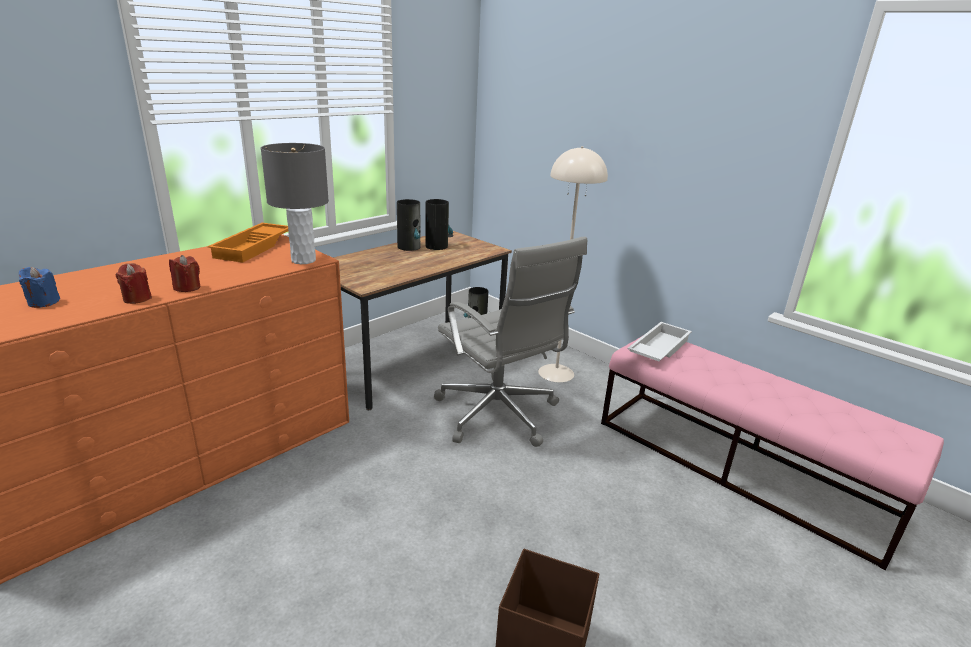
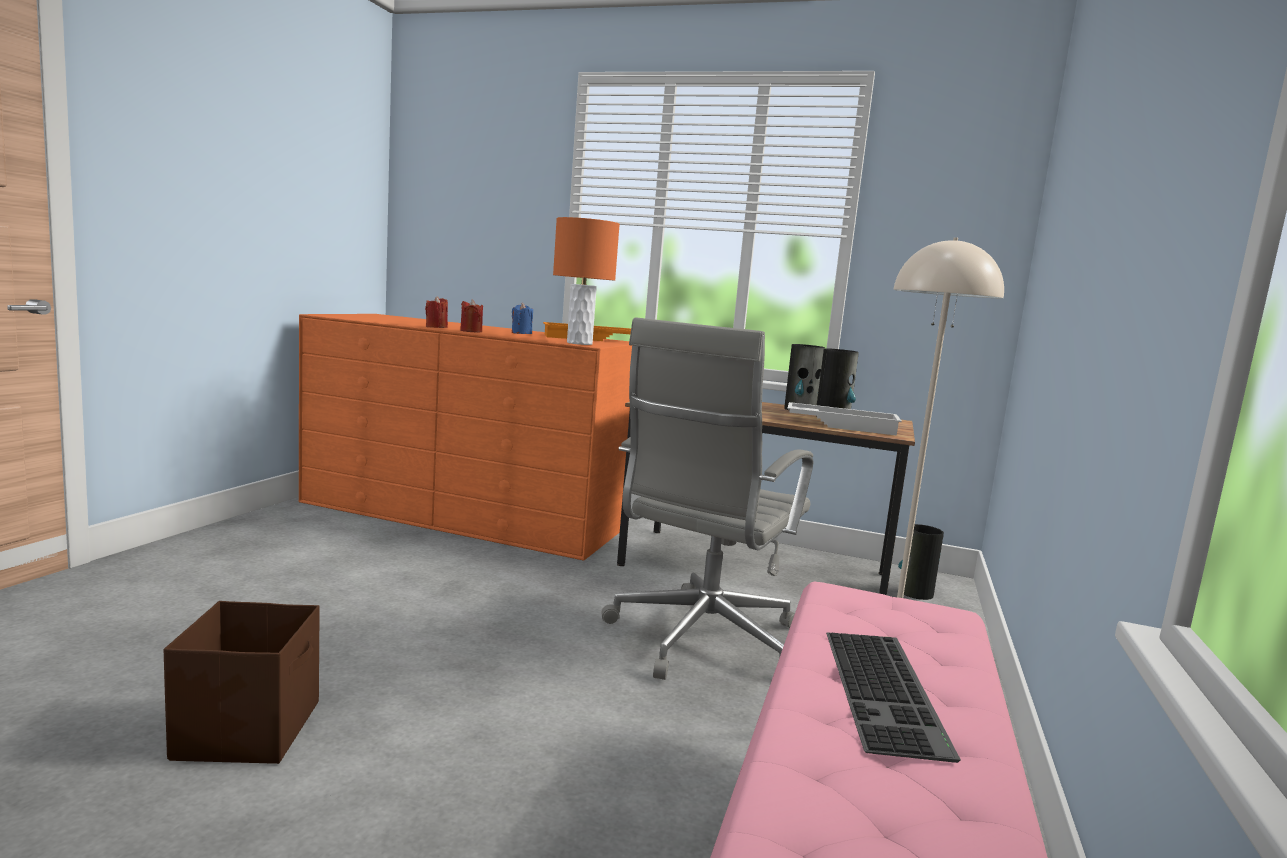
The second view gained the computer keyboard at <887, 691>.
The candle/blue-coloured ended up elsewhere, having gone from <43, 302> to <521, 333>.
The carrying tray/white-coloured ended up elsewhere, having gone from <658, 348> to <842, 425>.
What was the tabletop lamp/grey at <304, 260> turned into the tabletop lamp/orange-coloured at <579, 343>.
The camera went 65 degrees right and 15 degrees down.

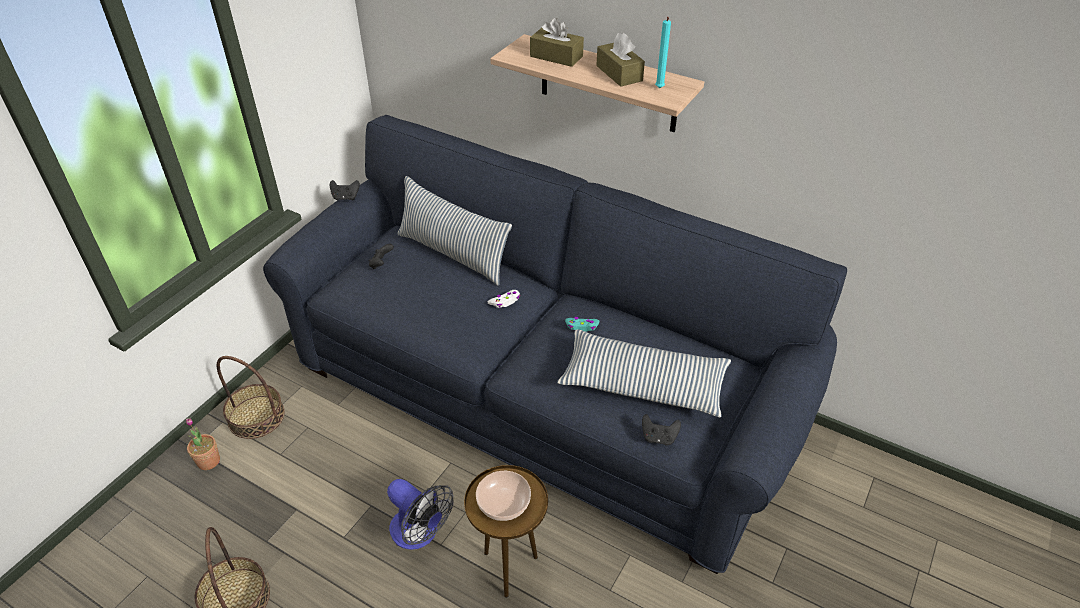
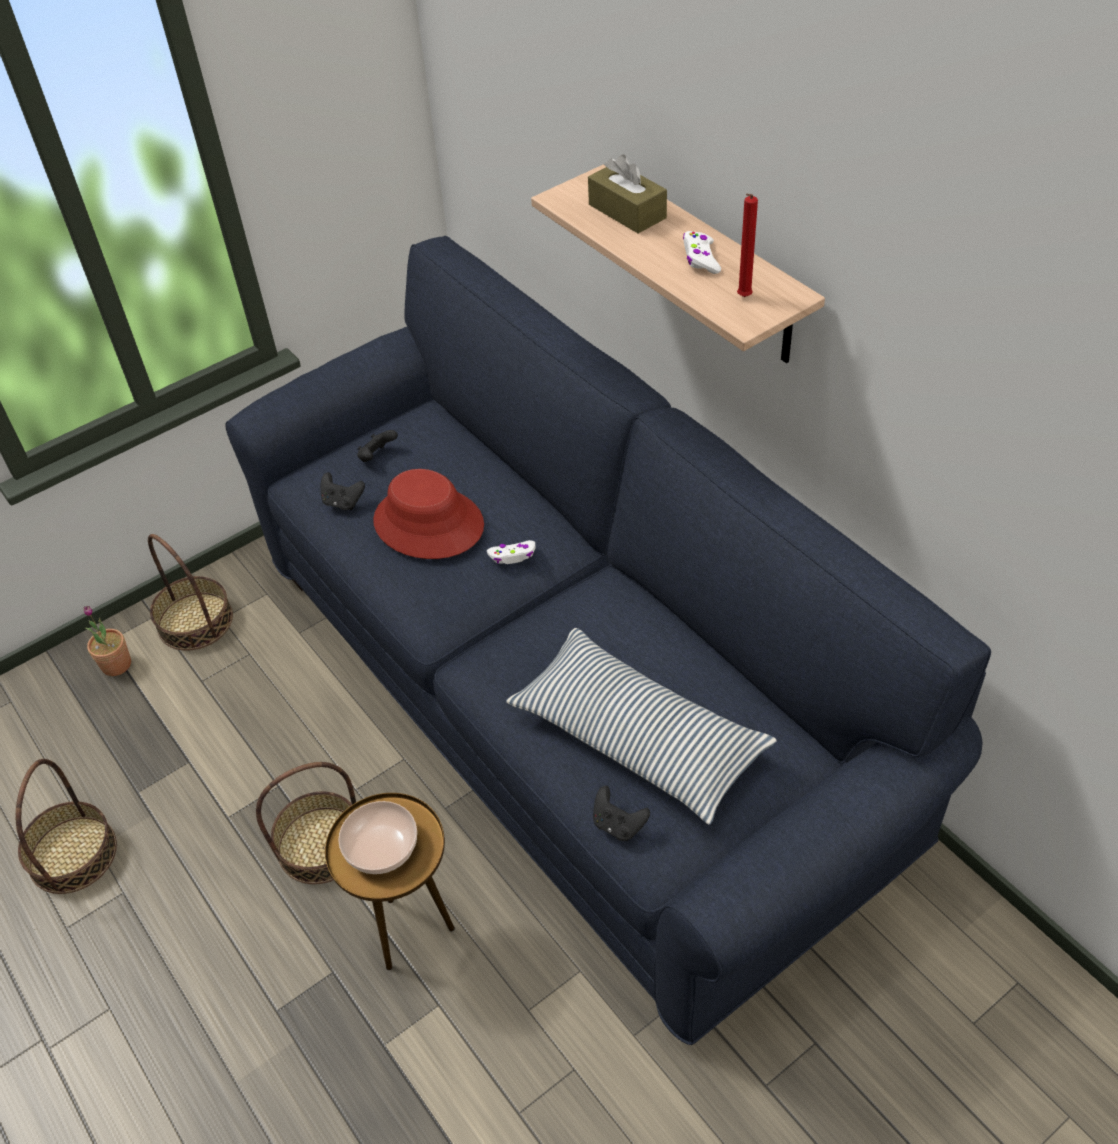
The second view lost the throw pillow at <453, 254>.
The second view lost the joypad/blue-green at <582, 327>.
The second view gained the clothing hat/red at <428, 524>.
The joypad/black-coloured ended up elsewhere, having gone from <345, 197> to <343, 502>.
Where the cooling fan stood at <420, 533>, the household basket came to stand at <321, 844>.
Where the tissue box/brown-coloured stood at <619, 73>, the joypad/white-coloured came to stand at <700, 259>.
What was the candle/blue-green at <659, 89> turned into the candle/red at <743, 298>.
The camera went 25 degrees right and 5 degrees up.

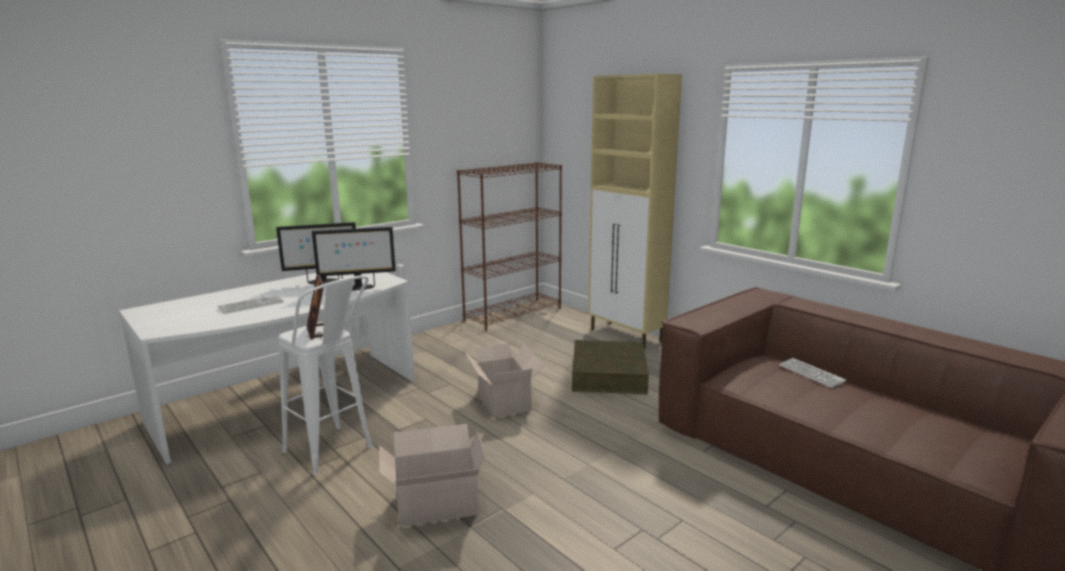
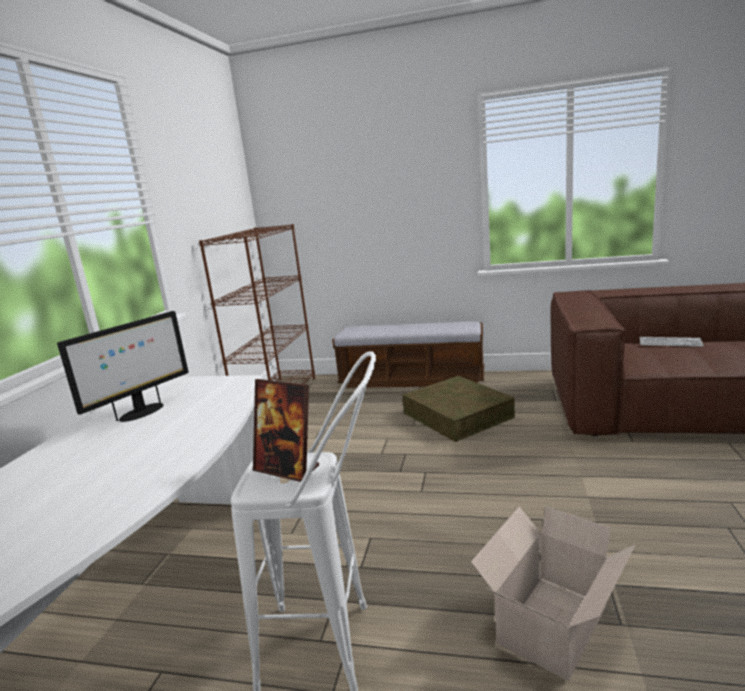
The second view lost the computer keyboard at <251, 305>.
The second view lost the computer display at <358, 288>.
The second view lost the cardboard box at <504, 400>.
Where the cupboard/beige-coloured stood at <626, 336>, the indoor bench came to stand at <412, 380>.
The camera went 35 degrees left and 0 degrees up.

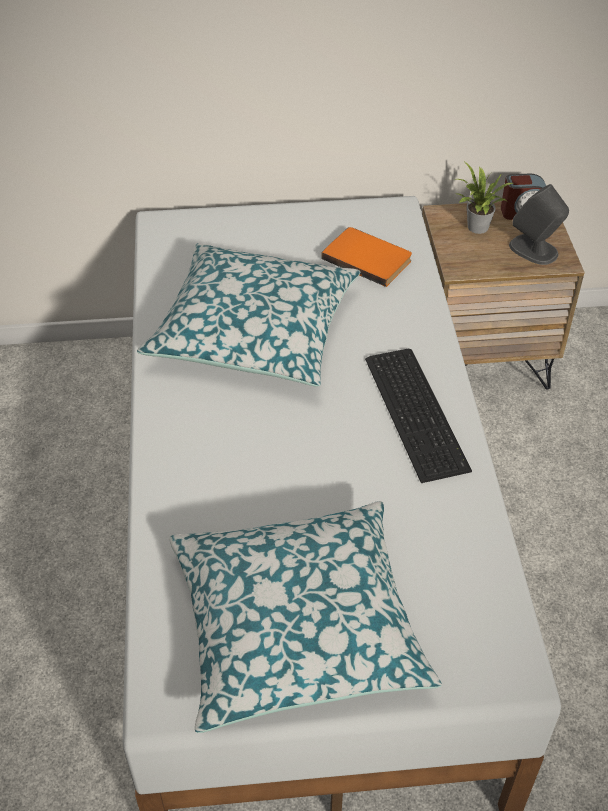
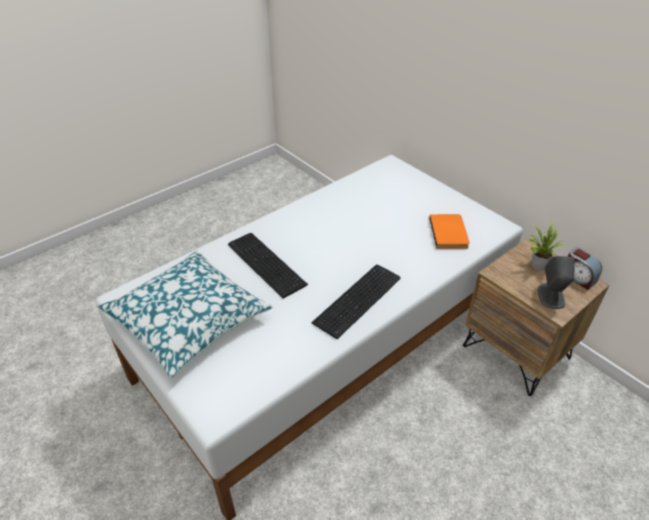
The second view lost the throw pillow at <254, 330>.
The second view gained the computer keyboard at <265, 265>.
The camera went 55 degrees right and 5 degrees down.

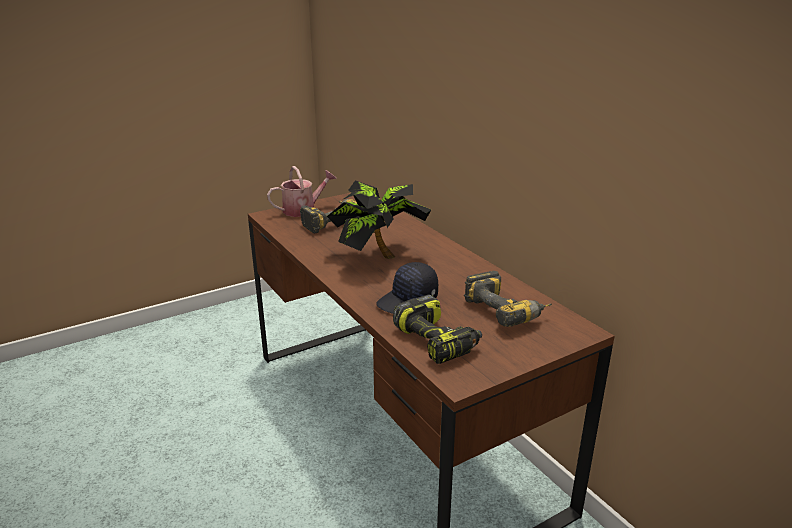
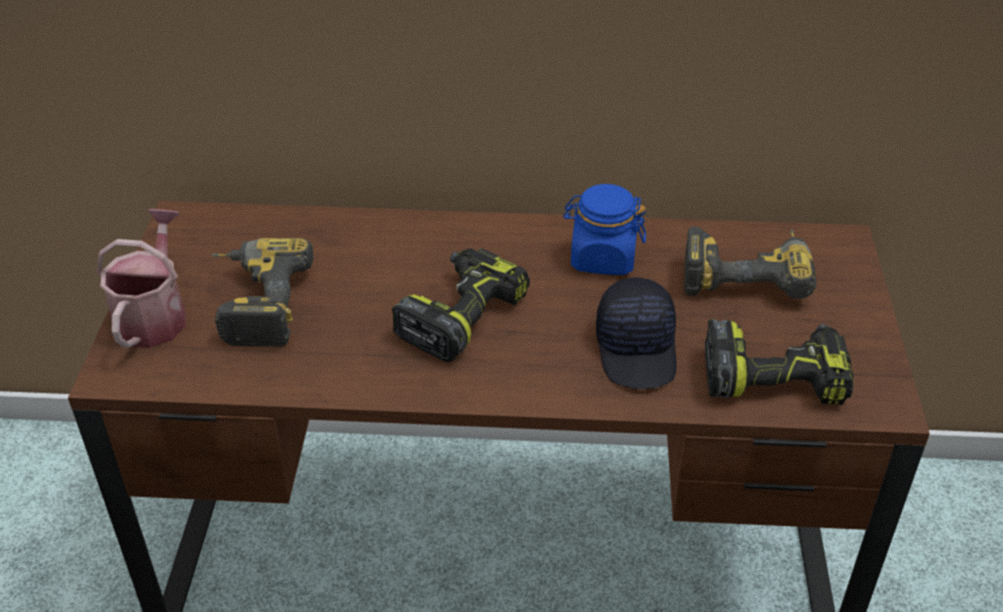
The second view gained the storage jar/blue-coloured at <602, 258>.
Where the potted plant stood at <377, 257>, the drill came to stand at <460, 315>.
The camera went 55 degrees left and 15 degrees up.

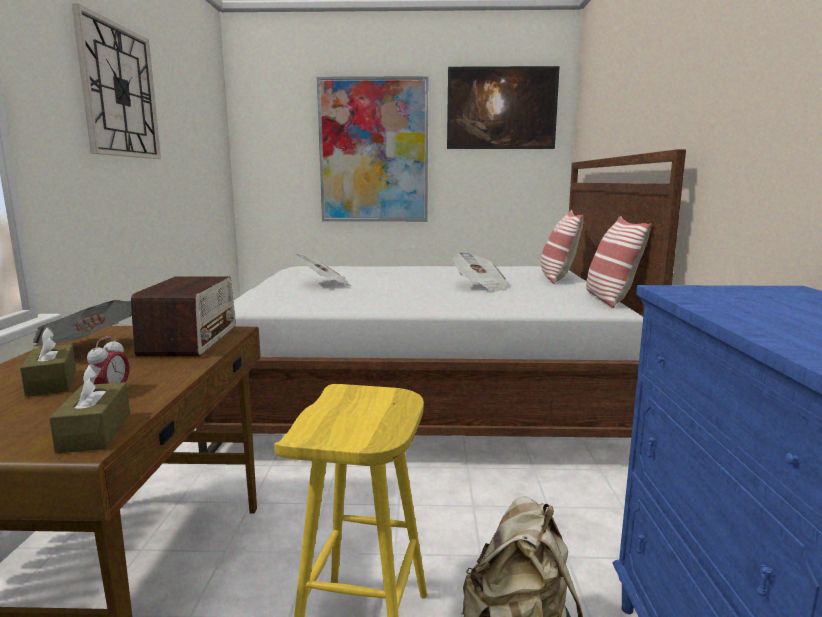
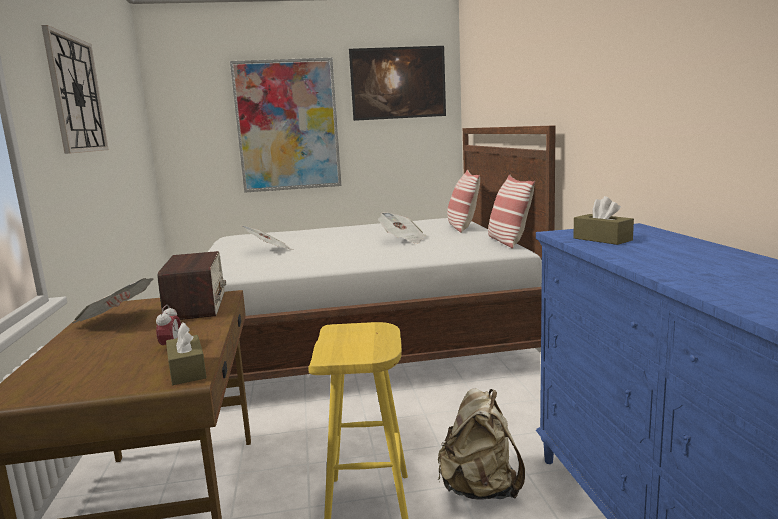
The tissue box/brown-coloured ended up elsewhere, having gone from <52, 382> to <602, 239>.
The camera went 10 degrees left and 0 degrees up.

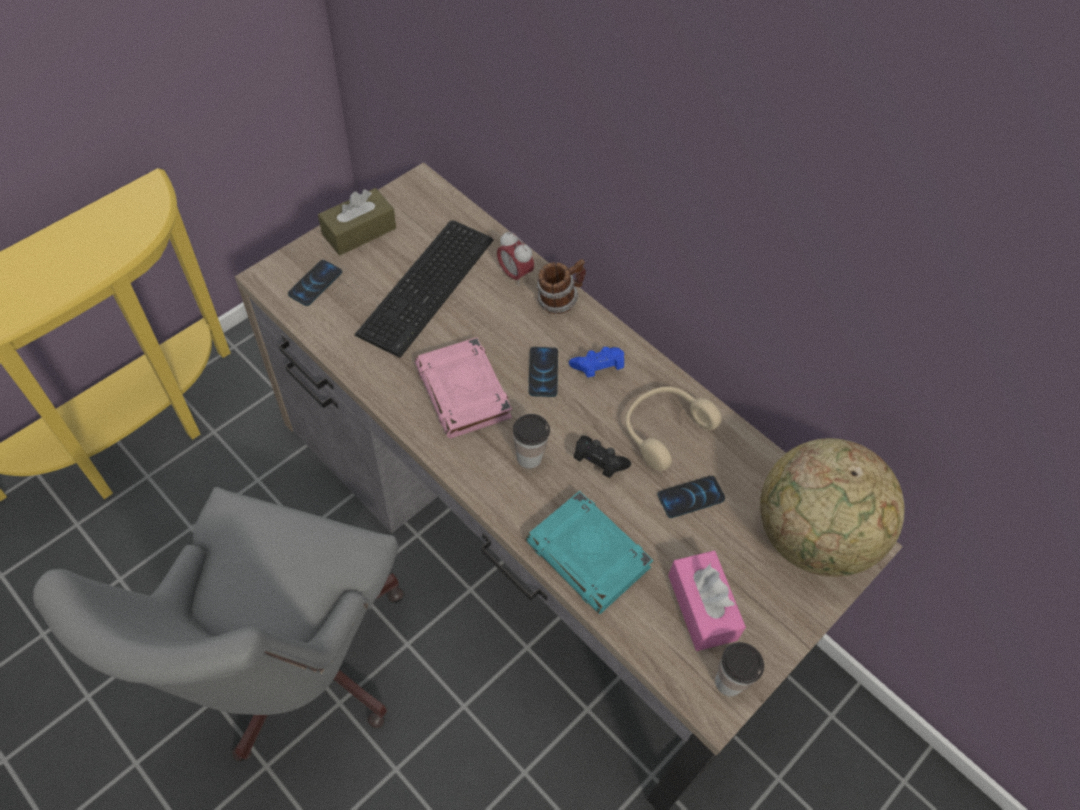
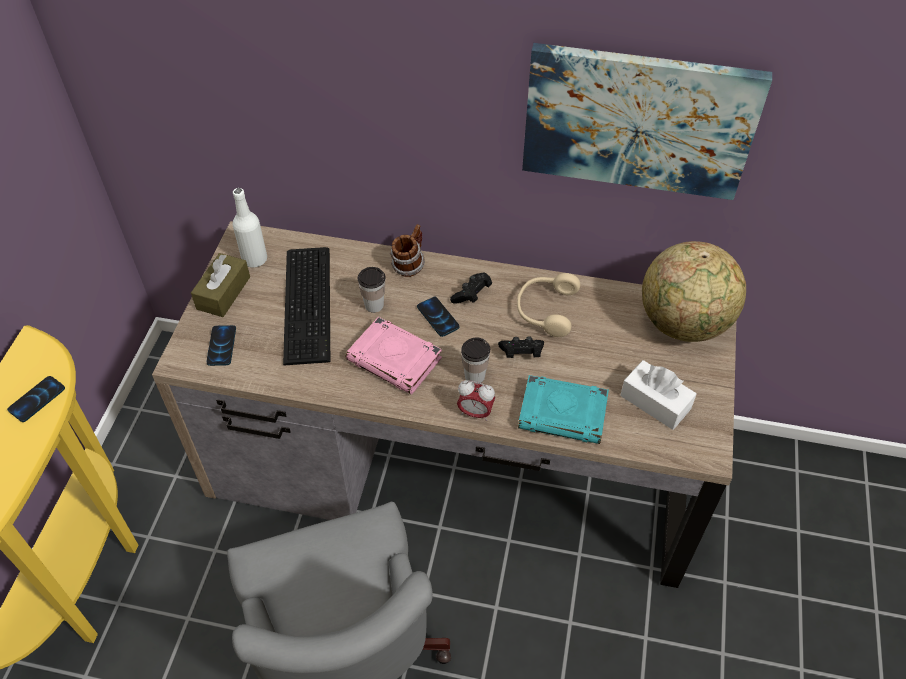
The second view gained the bottle/white-coloured at <254, 259>.
The second view gained the wall picture at <638, 120>.
The alarm clock ended up elsewhere, having gone from <514, 274> to <475, 413>.
The handset ended up elsewhere, having gone from <691, 497> to <37, 399>.
The drinking cup ended up elsewhere, having gone from <729, 682> to <374, 305>.
What was the joypad/blue-coloured at <598, 368> turned into the joypad/black-coloured at <472, 295>.
What was the tissue box/pink-coloured at <702, 607> turned into the tissue box/white-coloured at <655, 402>.
The camera went 30 degrees left and 5 degrees down.

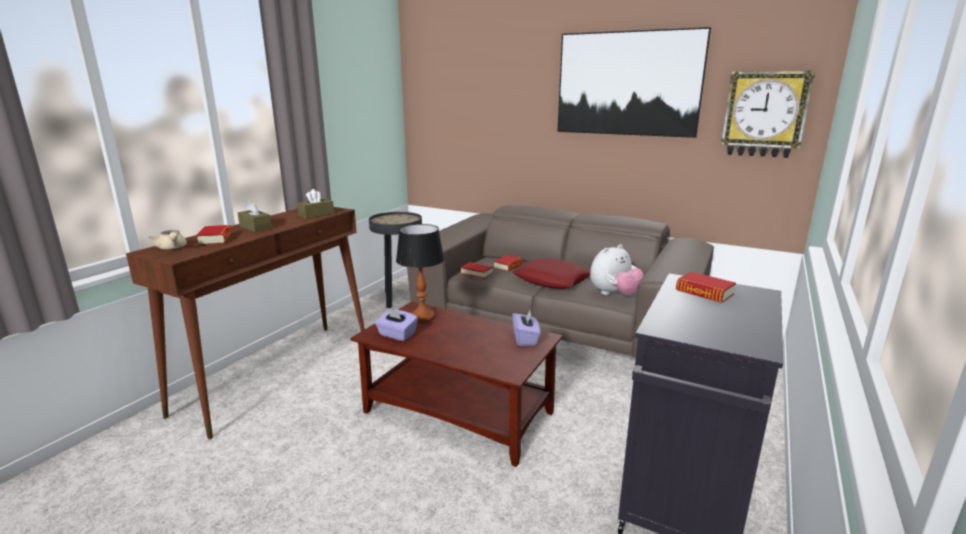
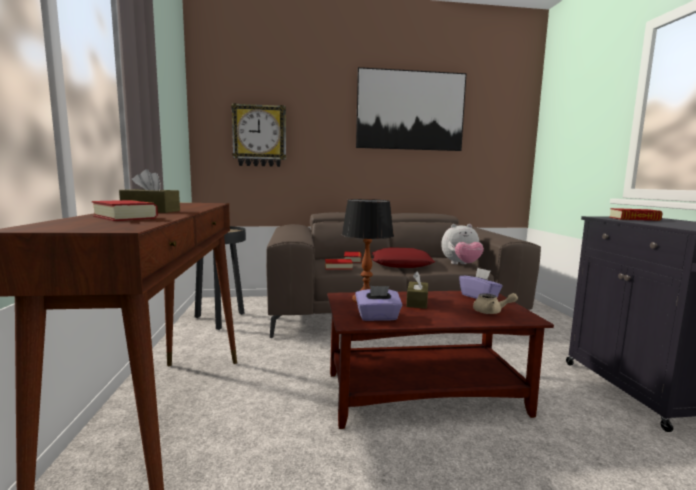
The pot for tea/beige-coloured ended up elsewhere, having gone from <172, 248> to <491, 312>.
The tissue box/brown-coloured ended up elsewhere, having gone from <316, 214> to <417, 302>.
The wall clock ended up elsewhere, having gone from <764, 114> to <259, 136>.
The plush toy at <614, 294> ended up facing another way, 60 degrees clockwise from before.
The camera went 35 degrees left and 10 degrees down.

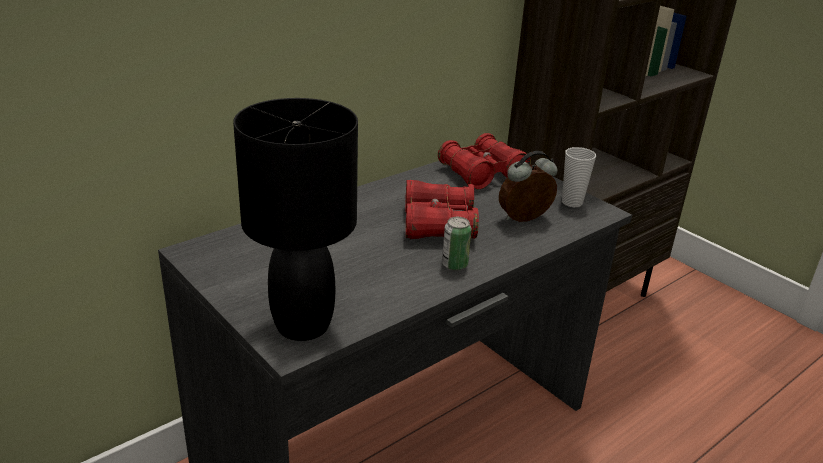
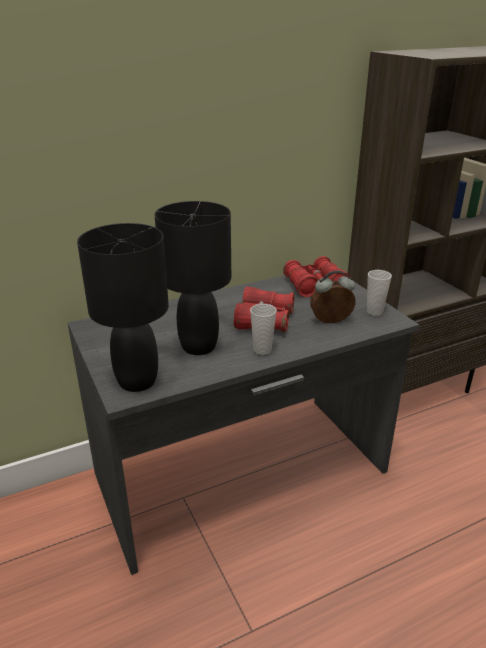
The second view gained the tabletop lamp/black-coloured at <198, 346>.
Where the sealed can stood at <454, 265>, the drinking cup came to stand at <262, 350>.
The camera went 15 degrees right and 0 degrees up.

